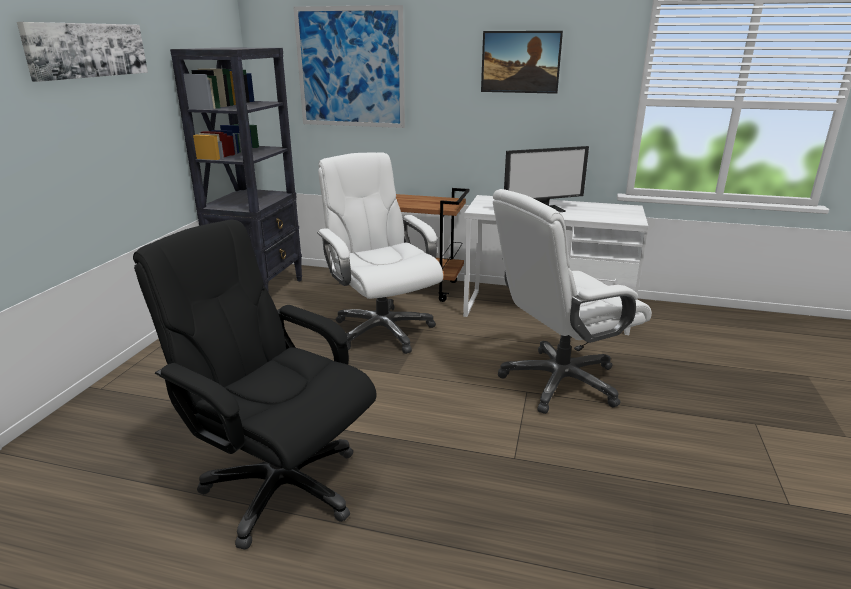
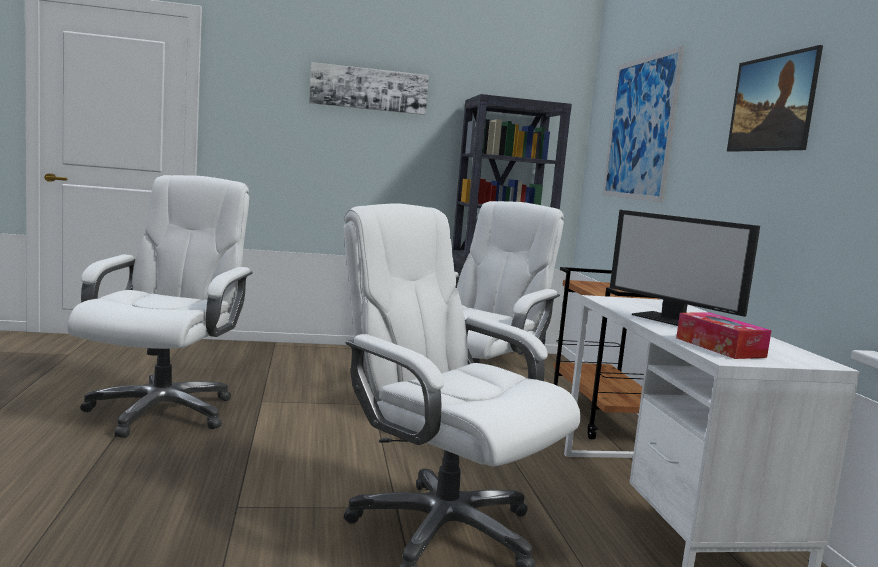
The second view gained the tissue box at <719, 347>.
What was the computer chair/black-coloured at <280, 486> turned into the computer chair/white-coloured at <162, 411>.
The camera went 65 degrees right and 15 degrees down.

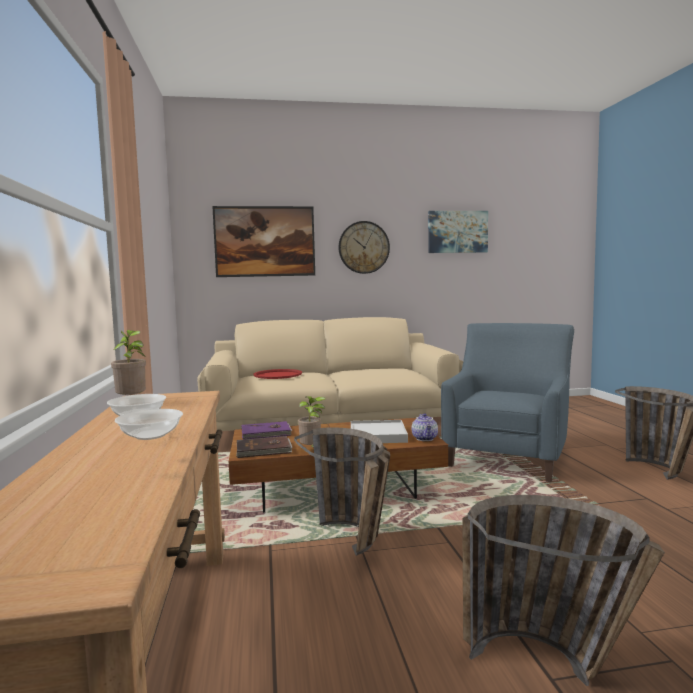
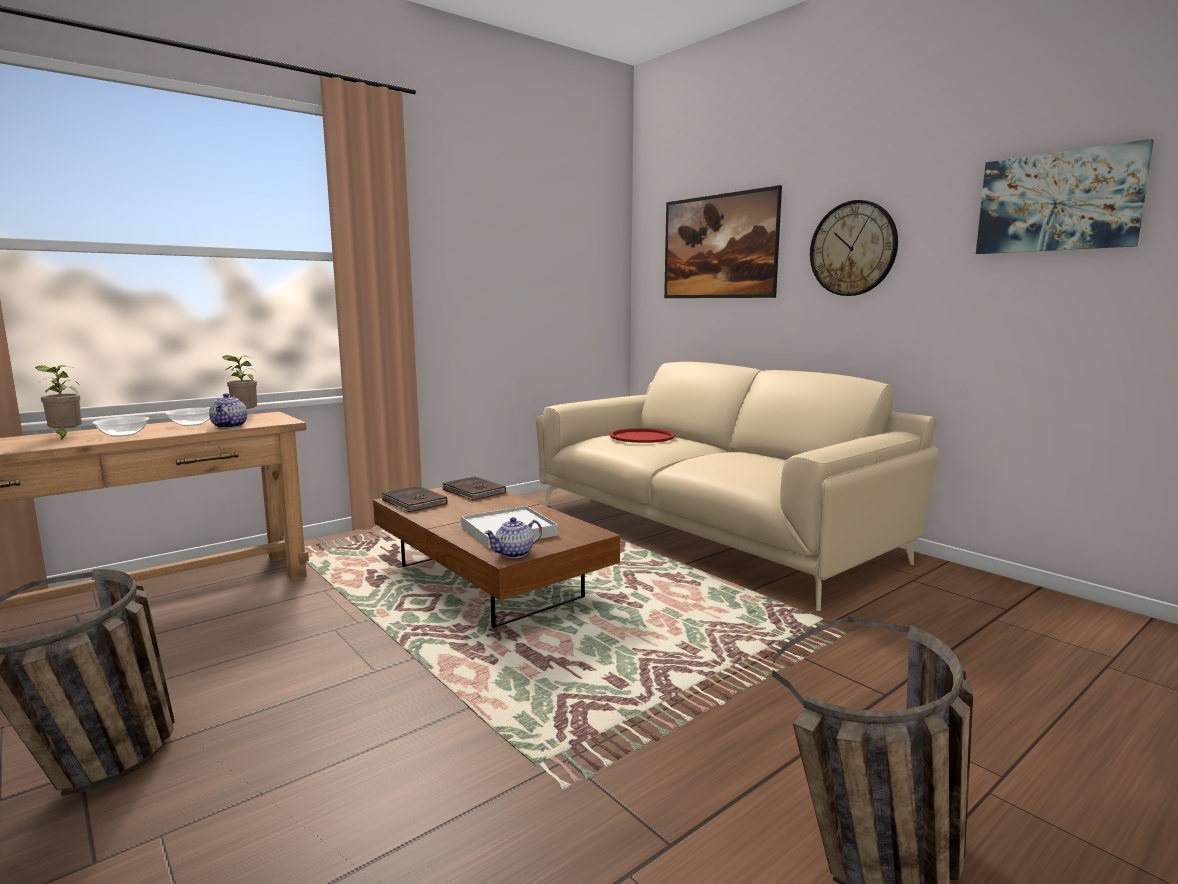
The second view lost the household basket at <355, 543>.
The second view lost the lounge chair/blue-coloured at <509, 456>.
The second view gained the pot for tea at <230, 426>.
The potted plant ended up elsewhere, having gone from <312, 450> to <65, 437>.
What was the volume/purplish at <266, 433> turned into the volume/brown-coloured at <473, 491>.
The camera went 60 degrees right and 5 degrees up.

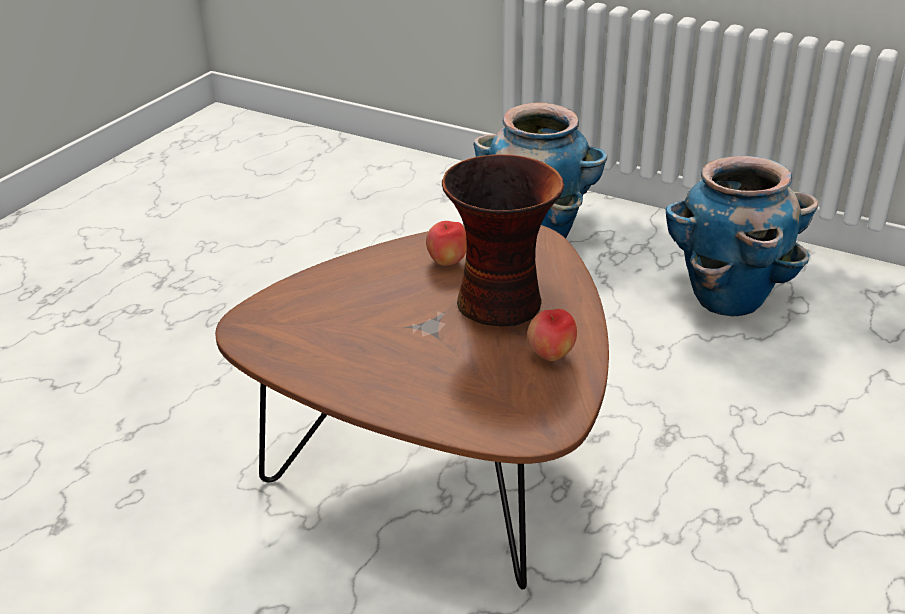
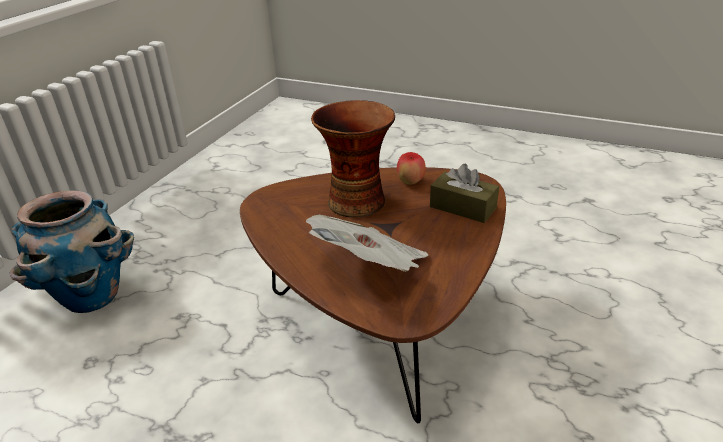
The second view lost the apple at <447, 262>.
The second view lost the plant pot at <727, 298>.
The second view gained the daily paper at <371, 267>.
The second view gained the tissue box/brown-coloured at <463, 207>.
The camera went 95 degrees left and 0 degrees up.

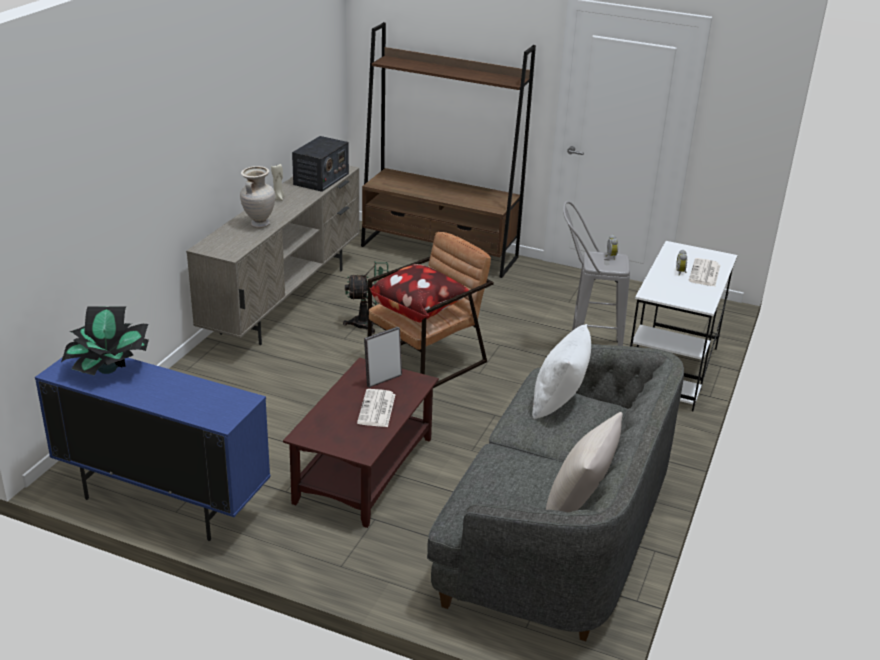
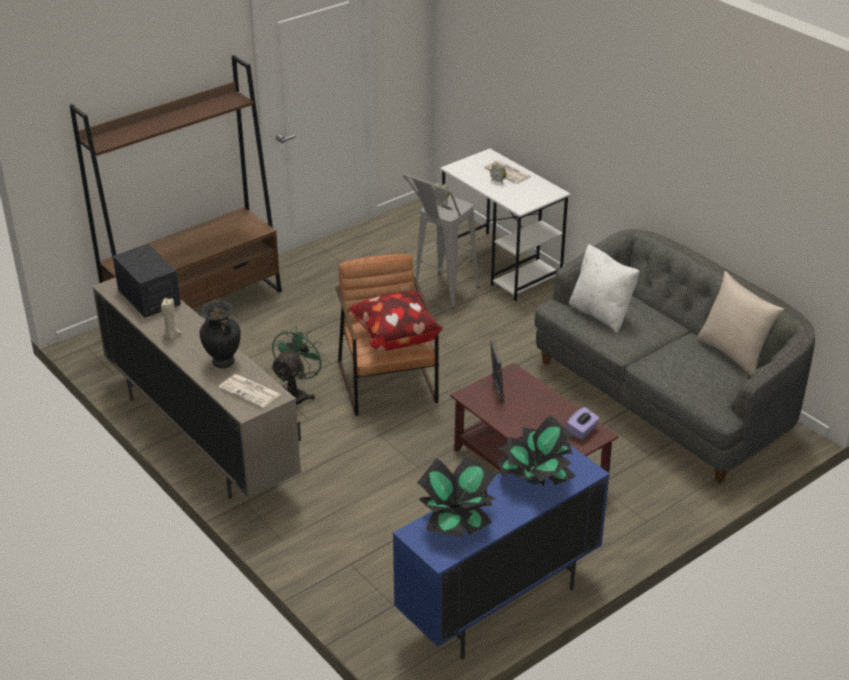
The second view gained the potted plant at <534, 479>.
The second view gained the tissue box/purplish at <582, 431>.
The daily paper ended up elsewhere, having gone from <377, 409> to <250, 391>.
What was the flower vase/beige-coloured at <259, 224> turned into the flower vase/black-coloured at <223, 363>.
The camera went 60 degrees left and 5 degrees up.

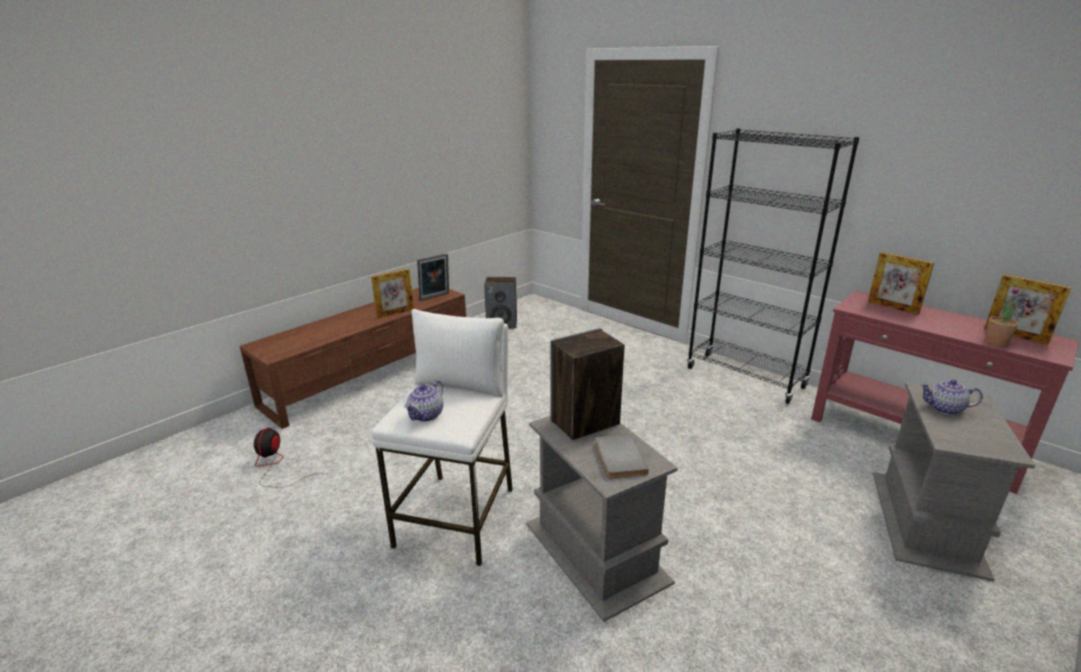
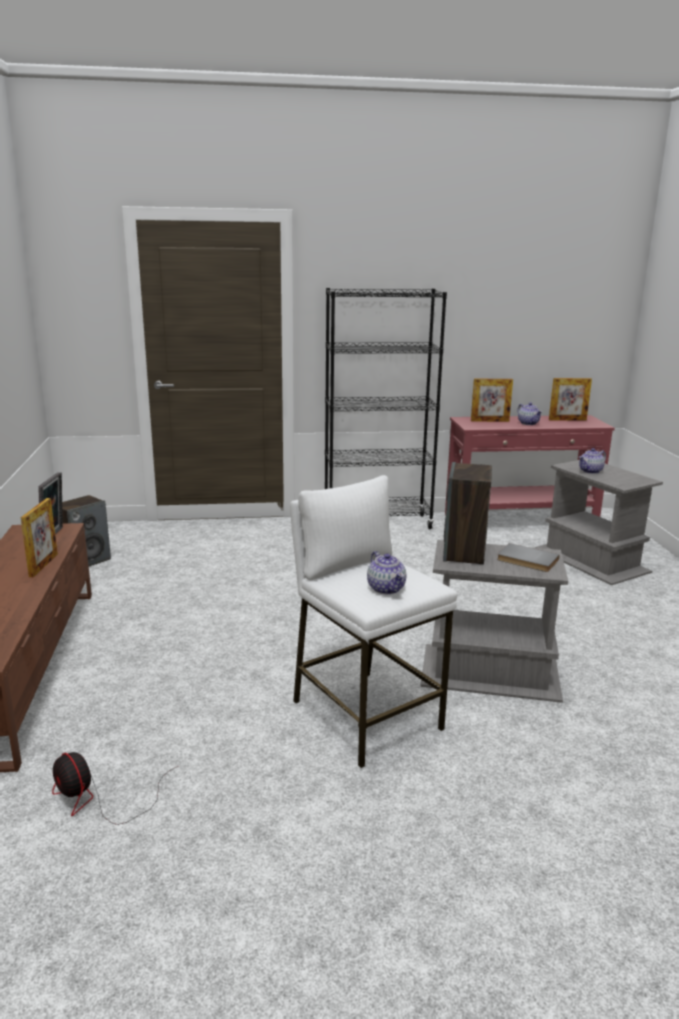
The second view lost the potted plant at <996, 342>.
The second view gained the pot for tea at <528, 423>.
The camera went 50 degrees left and 5 degrees down.

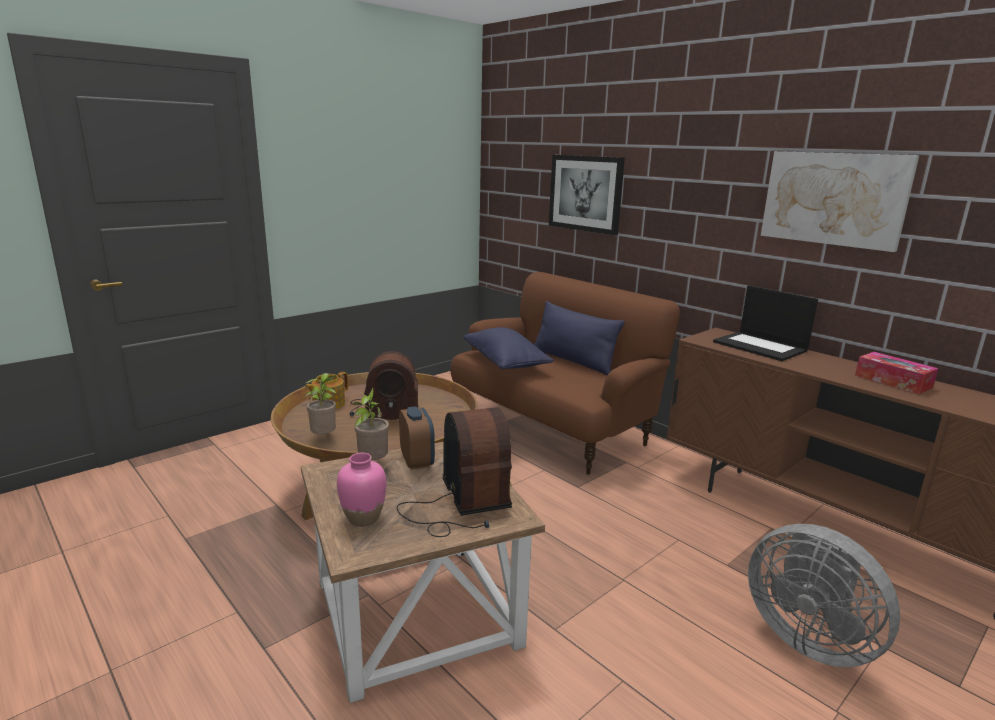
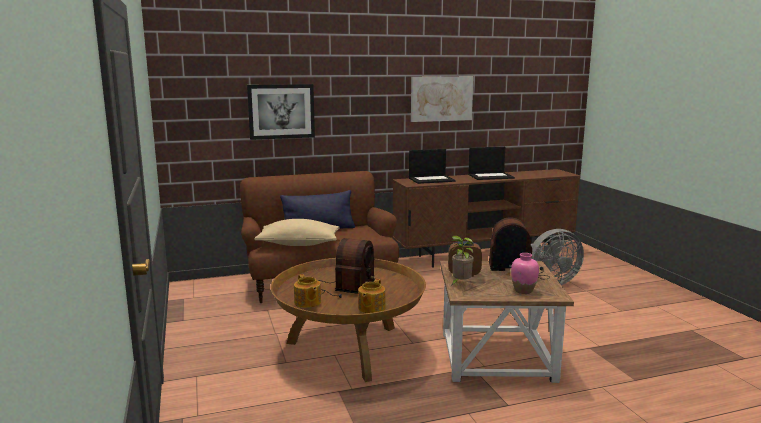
Where the potted plant stood at <324, 437>, the pot for tea came to stand at <371, 308>.
Where the tissue box stood at <893, 381>, the portable computer came to stand at <491, 176>.
What was the throw pillow/blue-coloured at <505, 362> turned into the throw pillow/beige-coloured at <299, 244>.
The camera went 65 degrees left and 5 degrees down.

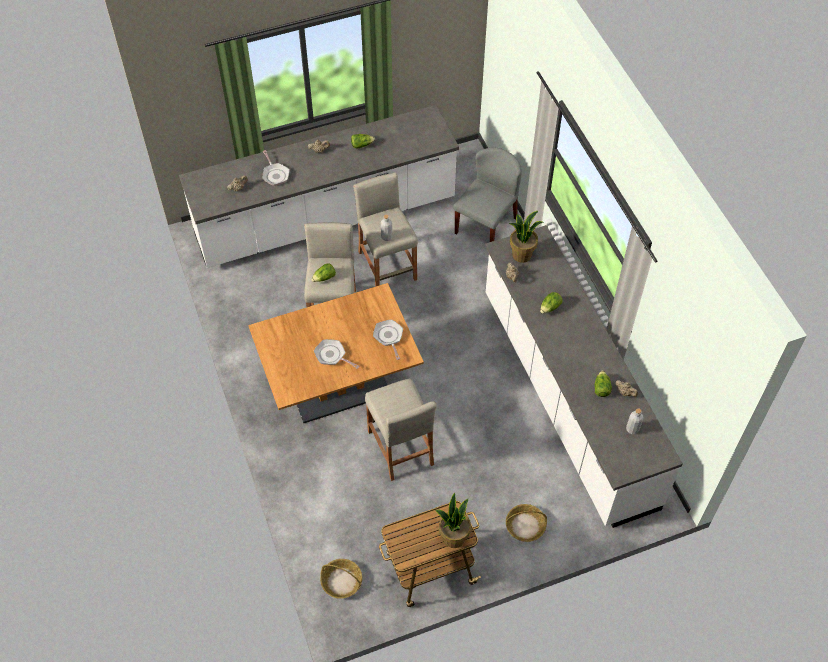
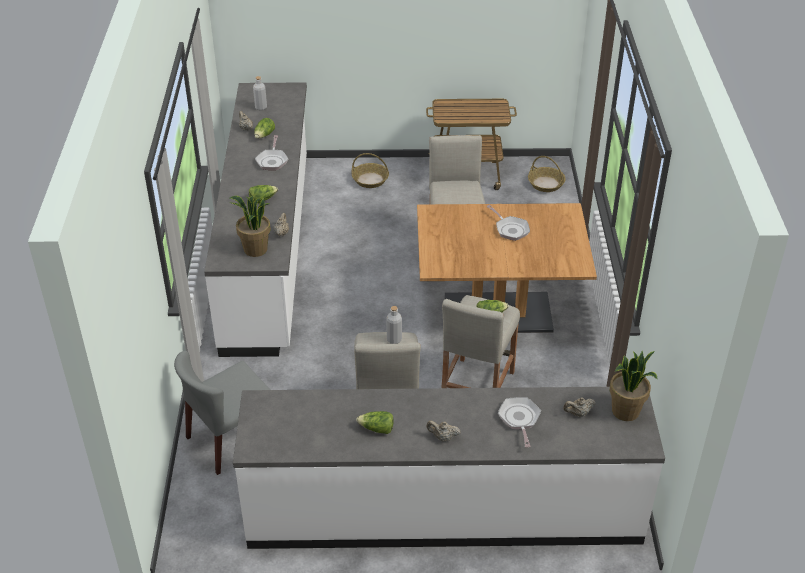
The skillet ended up elsewhere, having gone from <389, 337> to <272, 160>.
The potted plant ended up elsewhere, having gone from <453, 537> to <626, 411>.
The camera went 160 degrees left and 15 degrees down.

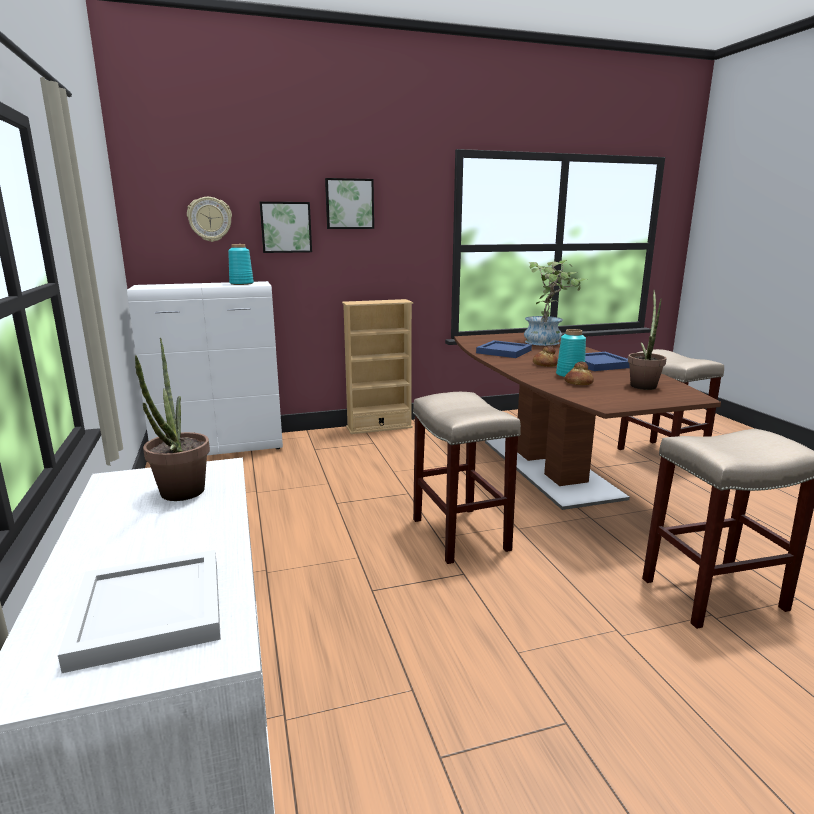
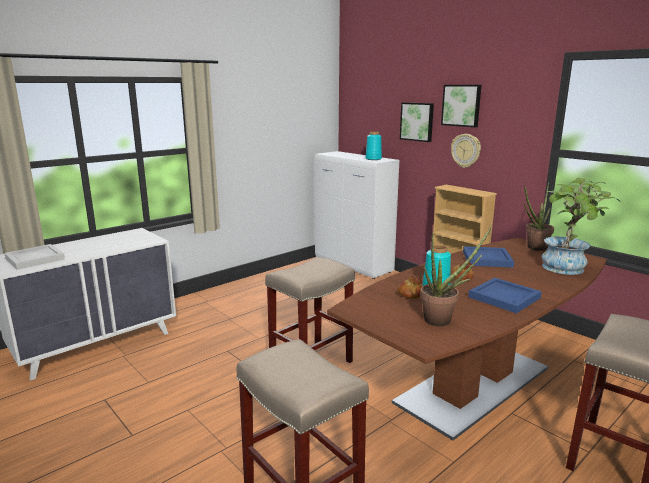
The potted plant ended up elsewhere, having gone from <180, 496> to <534, 248>.
The wall clock ended up elsewhere, having gone from <210, 219> to <466, 150>.
The camera went 65 degrees right and 0 degrees up.

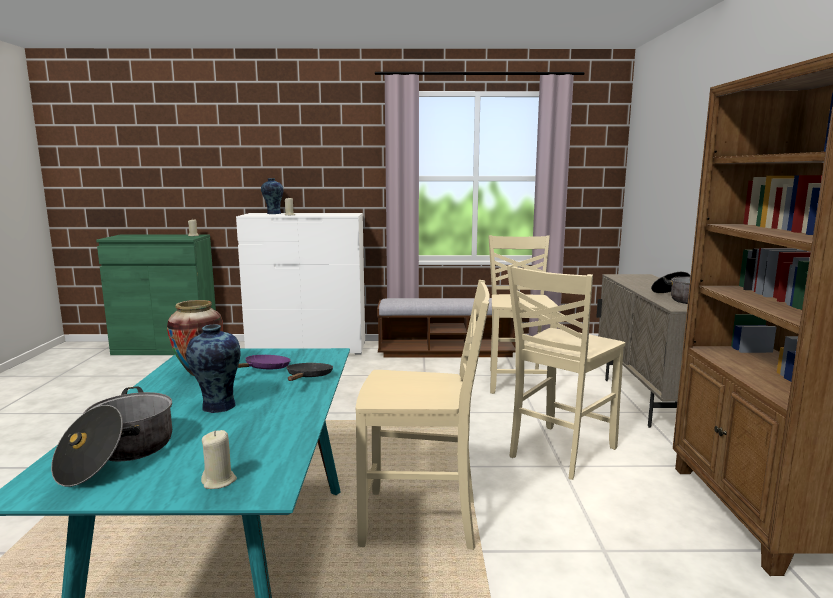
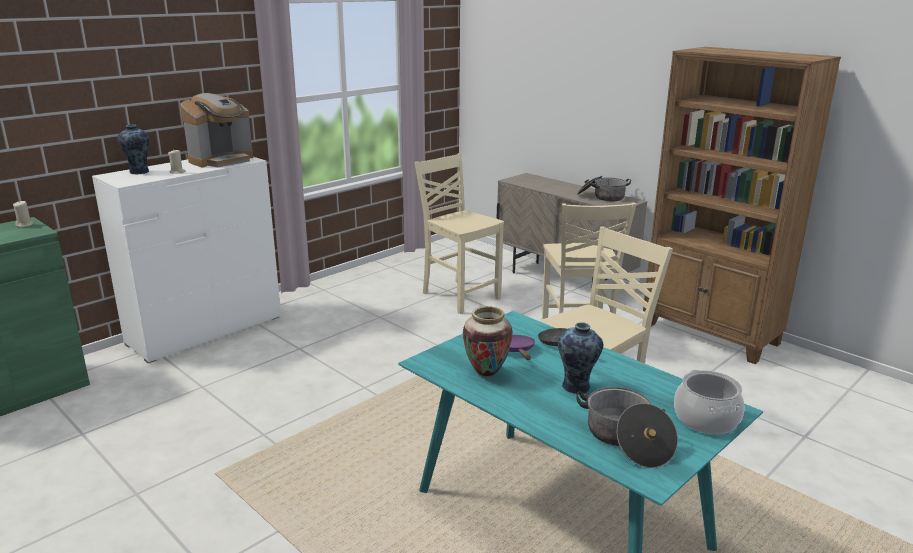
The second view lost the indoor bench at <447, 352>.
The second view gained the coffee brewer at <221, 160>.
Where the candle/beige-coloured stood at <219, 481>, the saucepot came to stand at <706, 419>.
The camera went 45 degrees left and 10 degrees up.

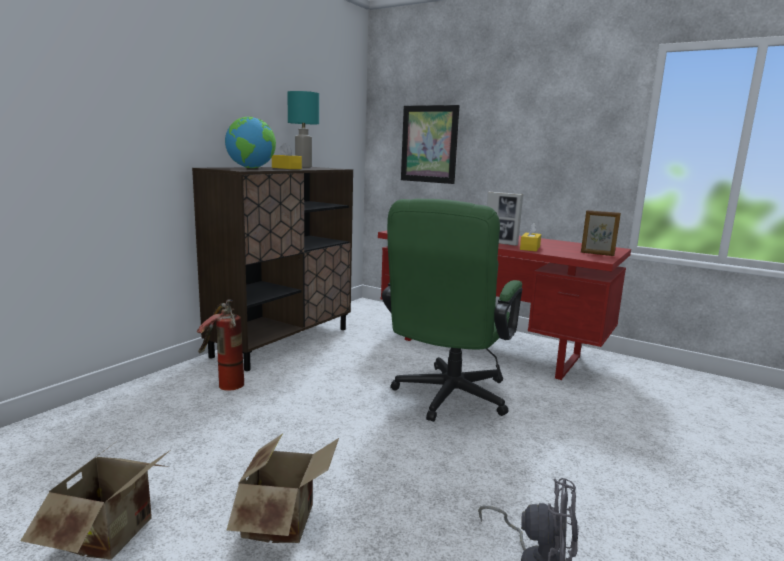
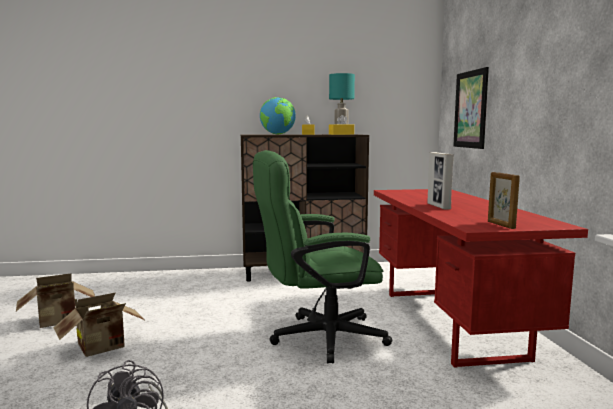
The second view lost the fire extinguisher at <223, 383>.
The tissue box/yellow ended up elsewhere, having gone from <530, 248> to <341, 134>.
The camera went 50 degrees right and 5 degrees down.

